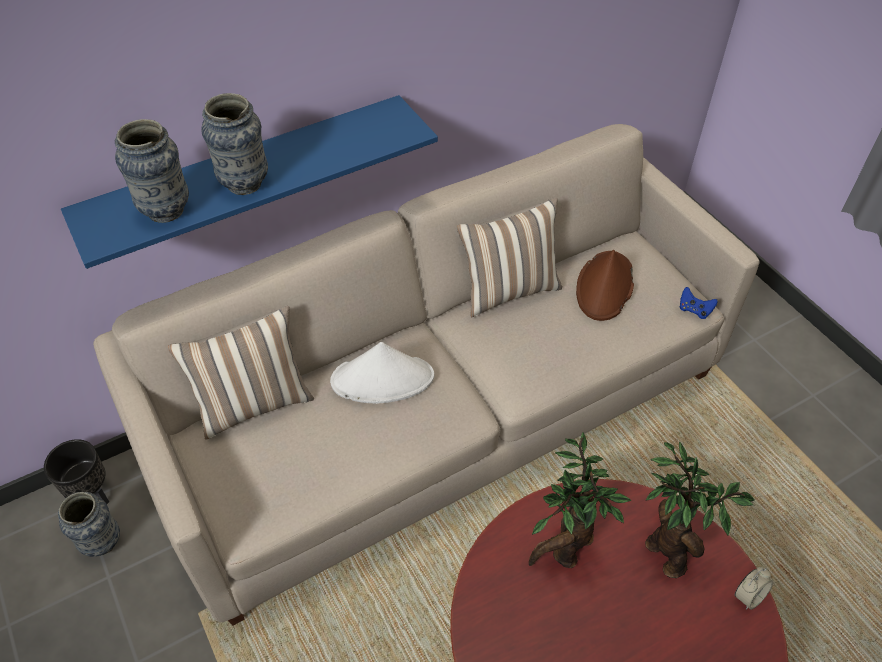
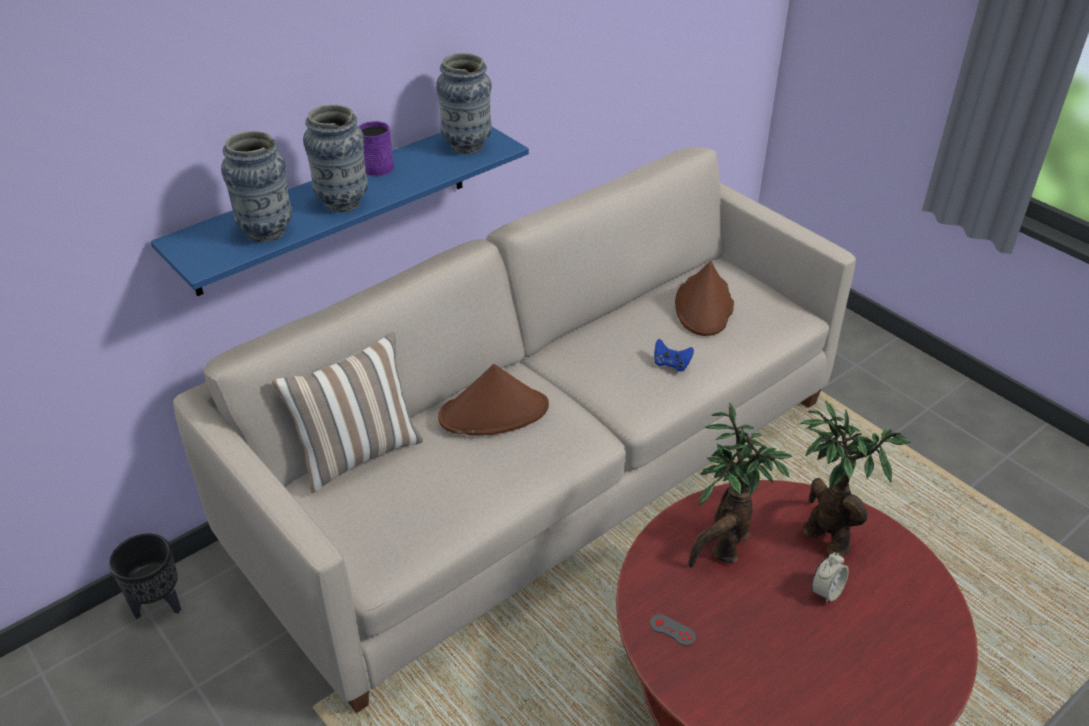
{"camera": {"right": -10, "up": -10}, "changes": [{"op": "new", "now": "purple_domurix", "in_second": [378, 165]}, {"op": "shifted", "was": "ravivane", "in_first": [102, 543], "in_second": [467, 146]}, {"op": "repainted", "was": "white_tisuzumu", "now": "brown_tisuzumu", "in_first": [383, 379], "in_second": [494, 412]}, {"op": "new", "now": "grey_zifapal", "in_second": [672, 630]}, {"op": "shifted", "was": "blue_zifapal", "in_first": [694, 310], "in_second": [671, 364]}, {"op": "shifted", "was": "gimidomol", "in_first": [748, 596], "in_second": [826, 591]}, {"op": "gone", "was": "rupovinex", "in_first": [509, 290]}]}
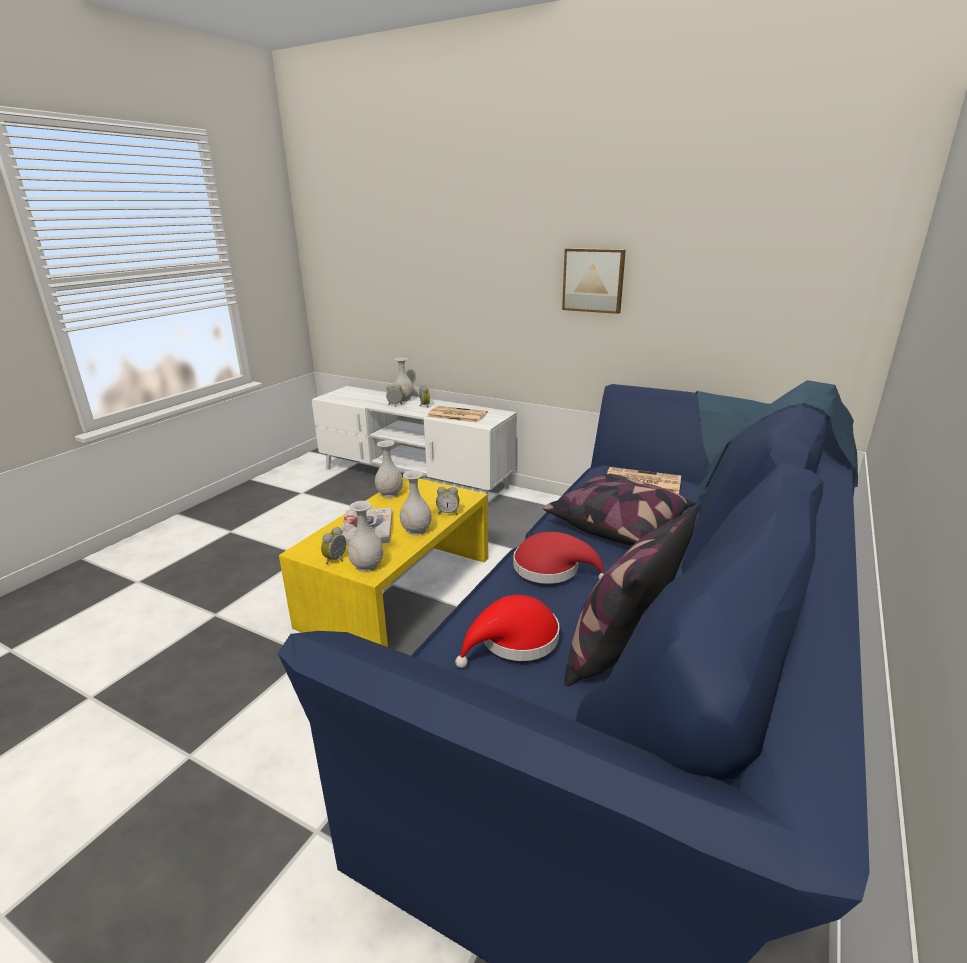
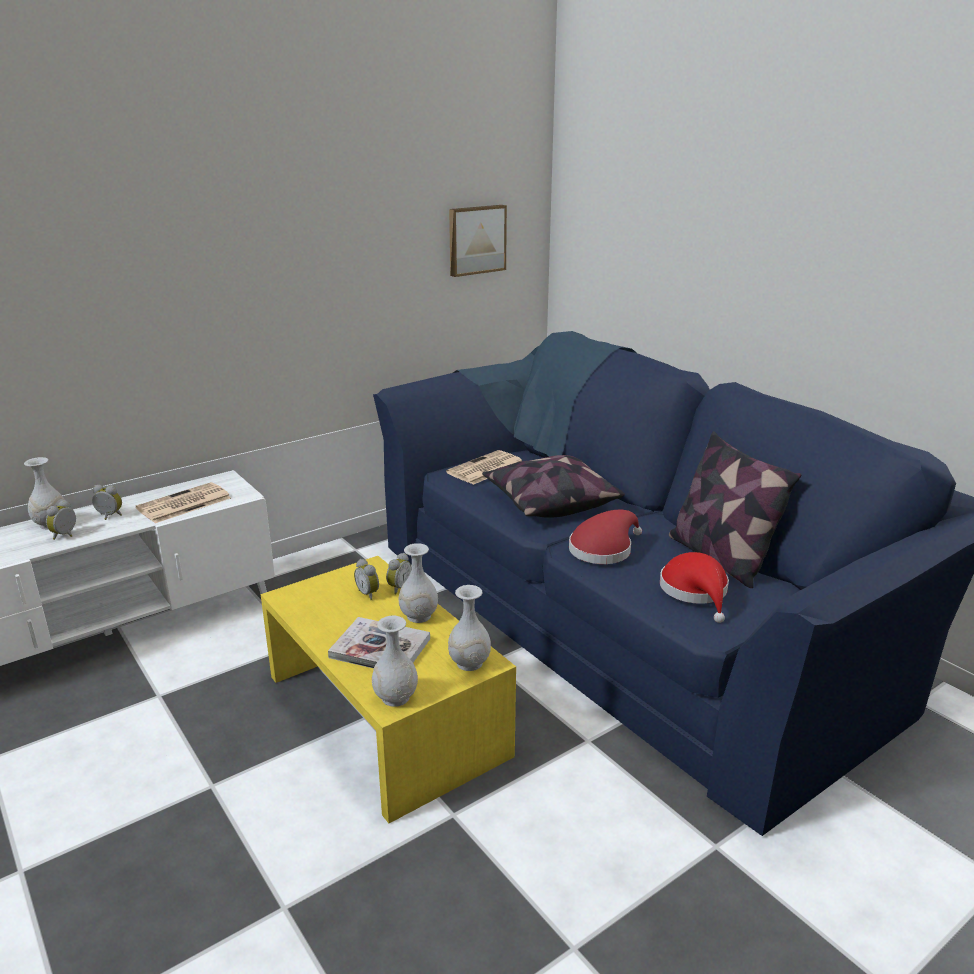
{"camera": {"right": -65, "up": 0}, "changes": [{"op": "shifted", "was": "gimidomol", "in_first": [337, 560], "in_second": [369, 594]}, {"op": "shifted", "was": "white_ravivane", "in_first": [390, 494], "in_second": [396, 697]}, {"op": "shifted", "was": "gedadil", "in_first": [593, 280], "in_second": [476, 240]}]}
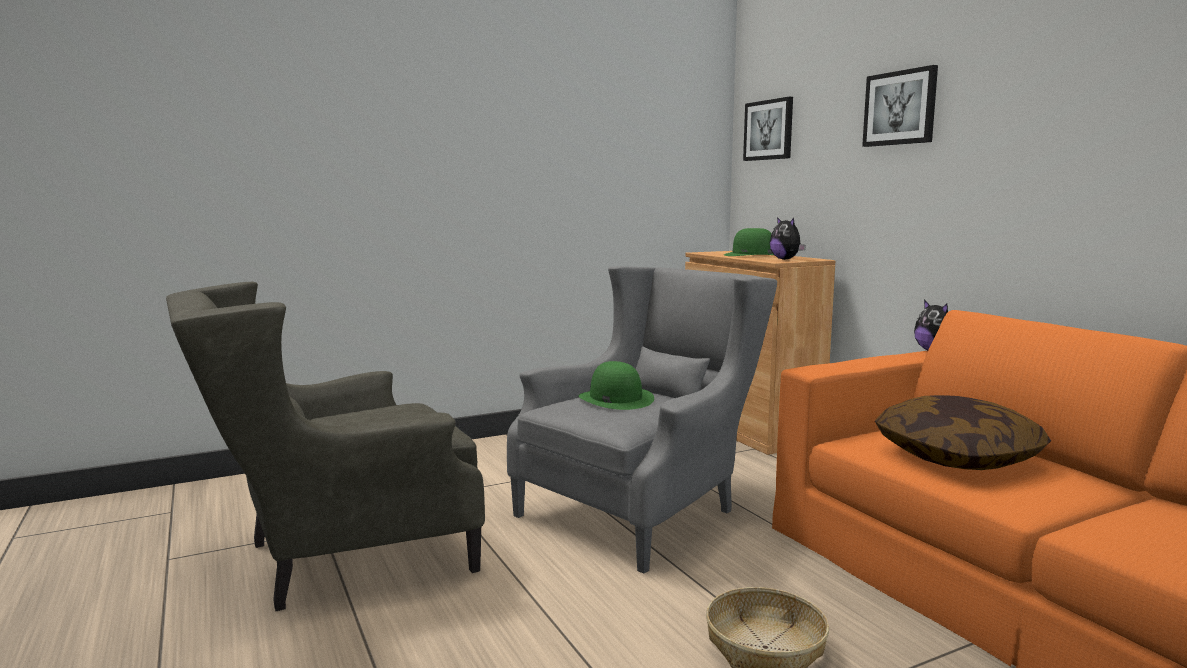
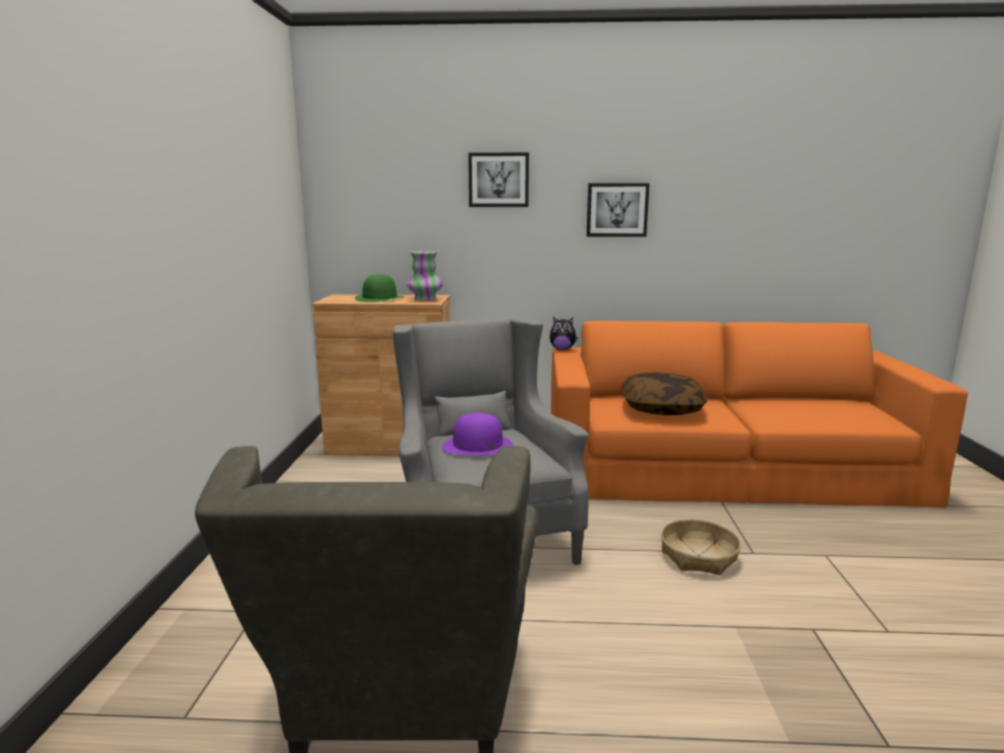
{"camera": {"right": -60, "up": 5}, "changes": [{"op": "swapped", "was": "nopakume", "now": "ravivane", "in_first": [786, 259], "in_second": [425, 299]}, {"op": "repainted", "was": "green_tisuzumu", "now": "purple_tisuzumu", "in_first": [615, 399], "in_second": [477, 446]}, {"op": "shifted", "was": "gedadil", "in_first": [769, 130], "in_second": [617, 210]}]}
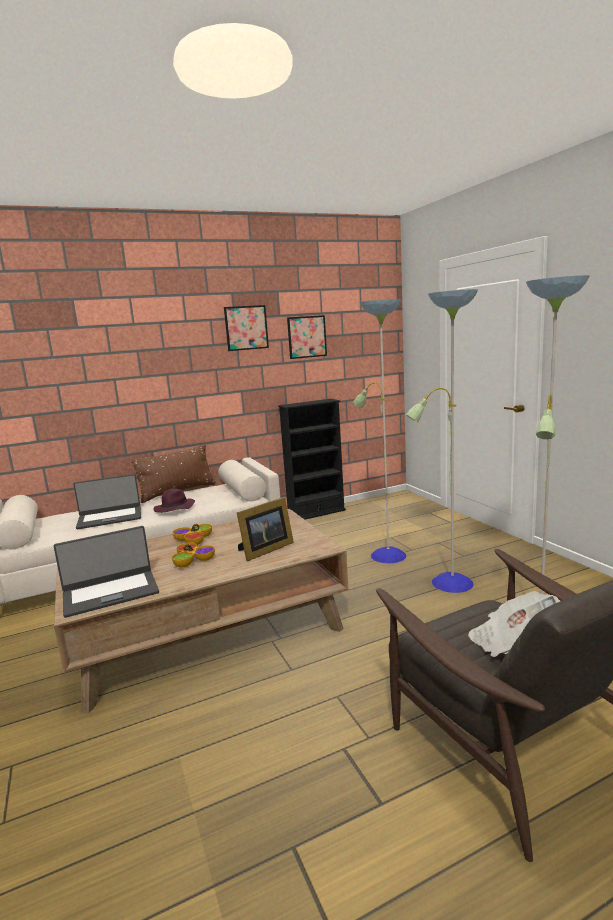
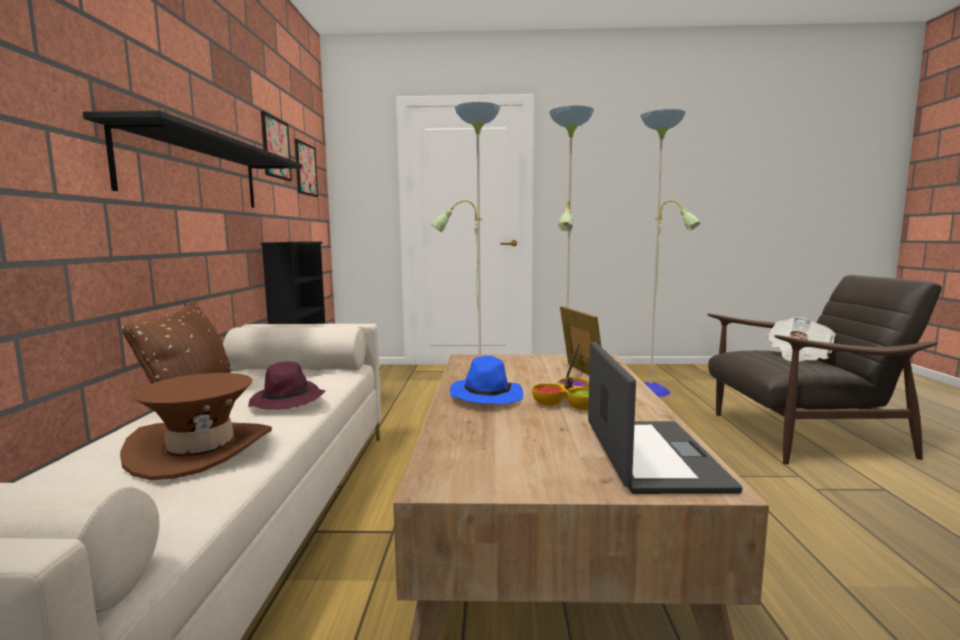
{"camera": {"right": -65, "up": -5}, "changes": [{"op": "new", "now": "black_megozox", "in_second": [195, 173]}, {"op": "swapped", "was": "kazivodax", "now": "brown_tisuzumu", "in_first": [110, 518], "in_second": [201, 449]}, {"op": "shifted", "was": "gedadil", "in_first": [246, 328], "in_second": [305, 169]}, {"op": "swapped", "was": "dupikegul", "now": "blue_tisuzumu", "in_first": [194, 540], "in_second": [486, 397]}]}
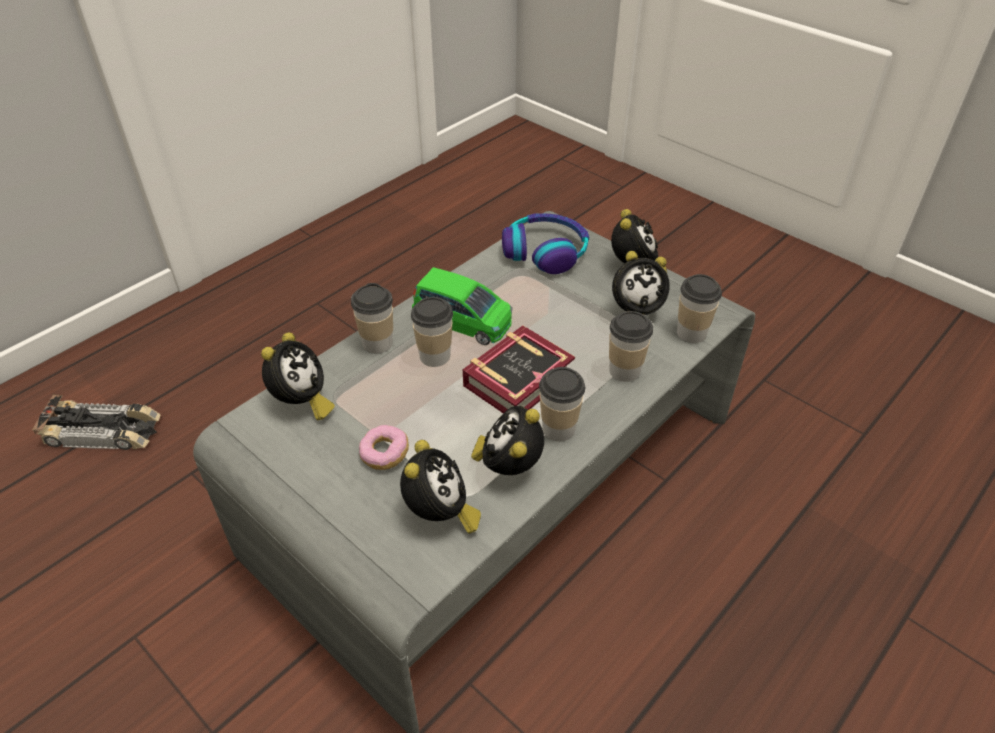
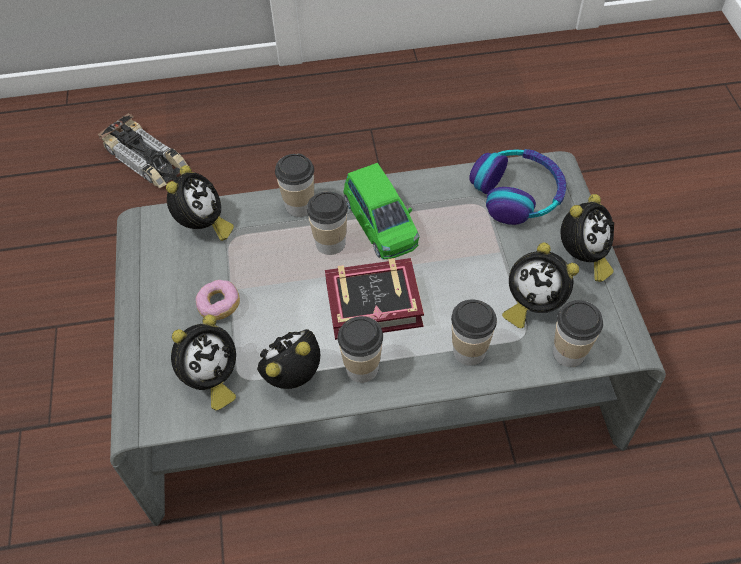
{"camera": {"right": 40, "up": 10}, "changes": [{"op": "rotated", "was": "gimidomol", "in_first": [301, 403], "in_second": [203, 226], "clockwise": -45}]}
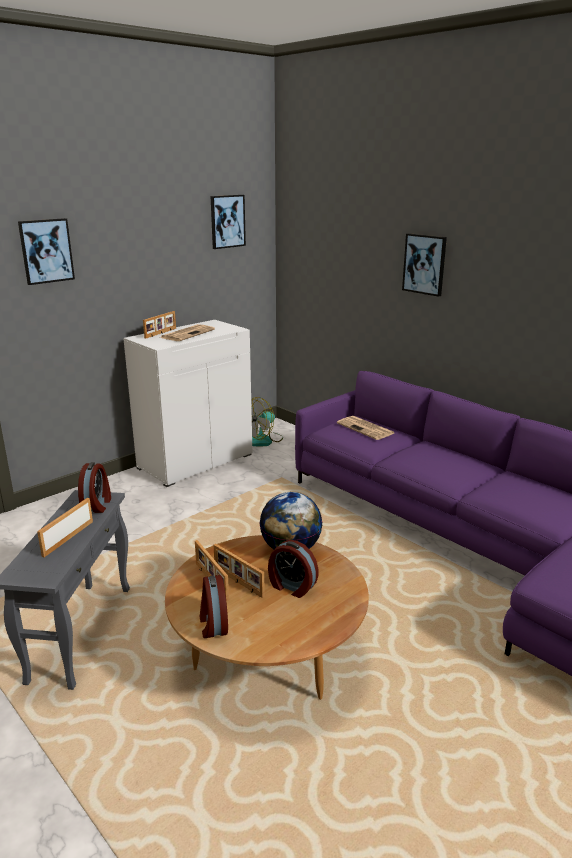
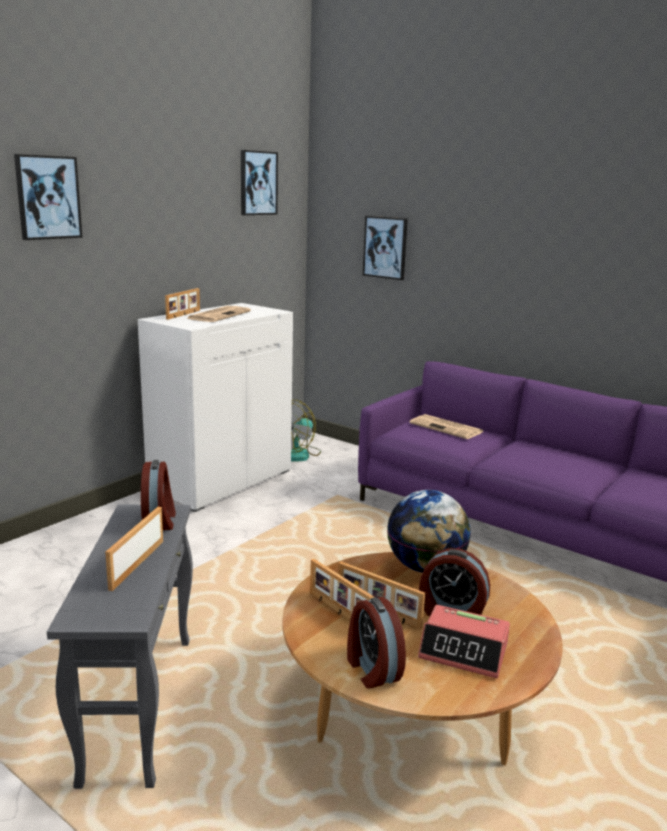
{"camera": {"right": -10, "up": -5}, "changes": [{"op": "shifted", "was": "gedadil", "in_first": [424, 264], "in_second": [385, 247]}, {"op": "new", "now": "gimidomol", "in_second": [464, 651]}]}
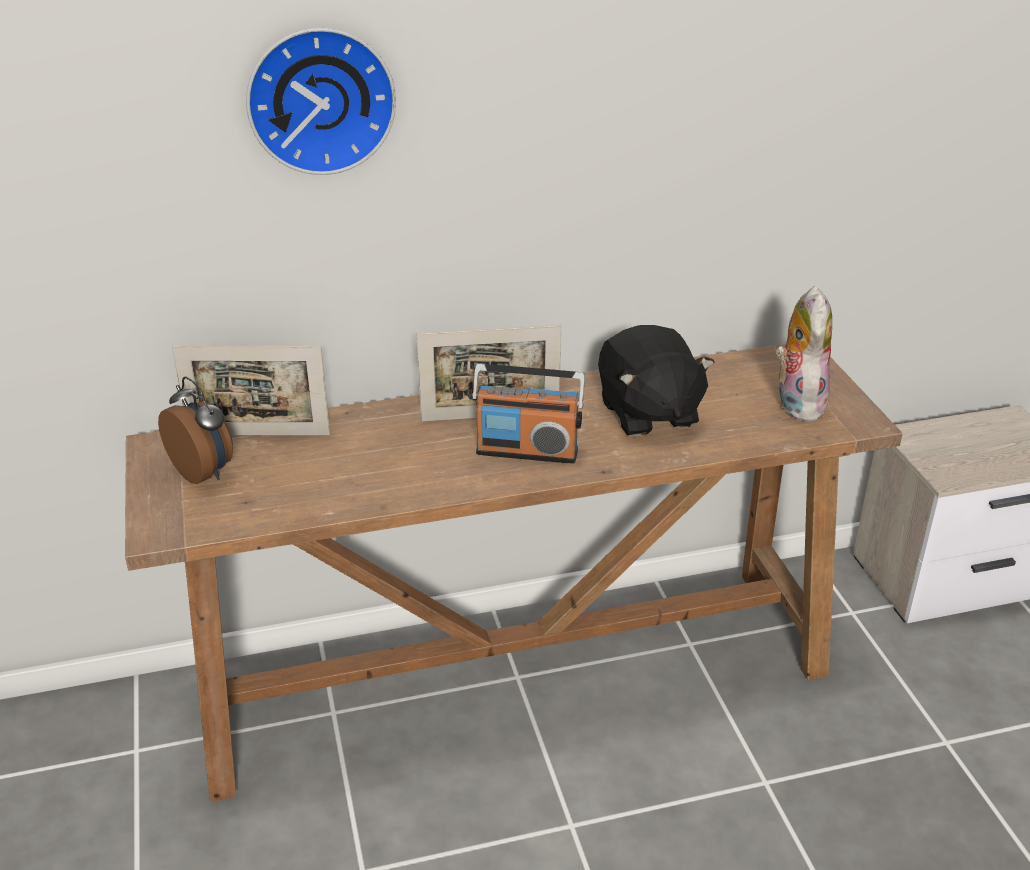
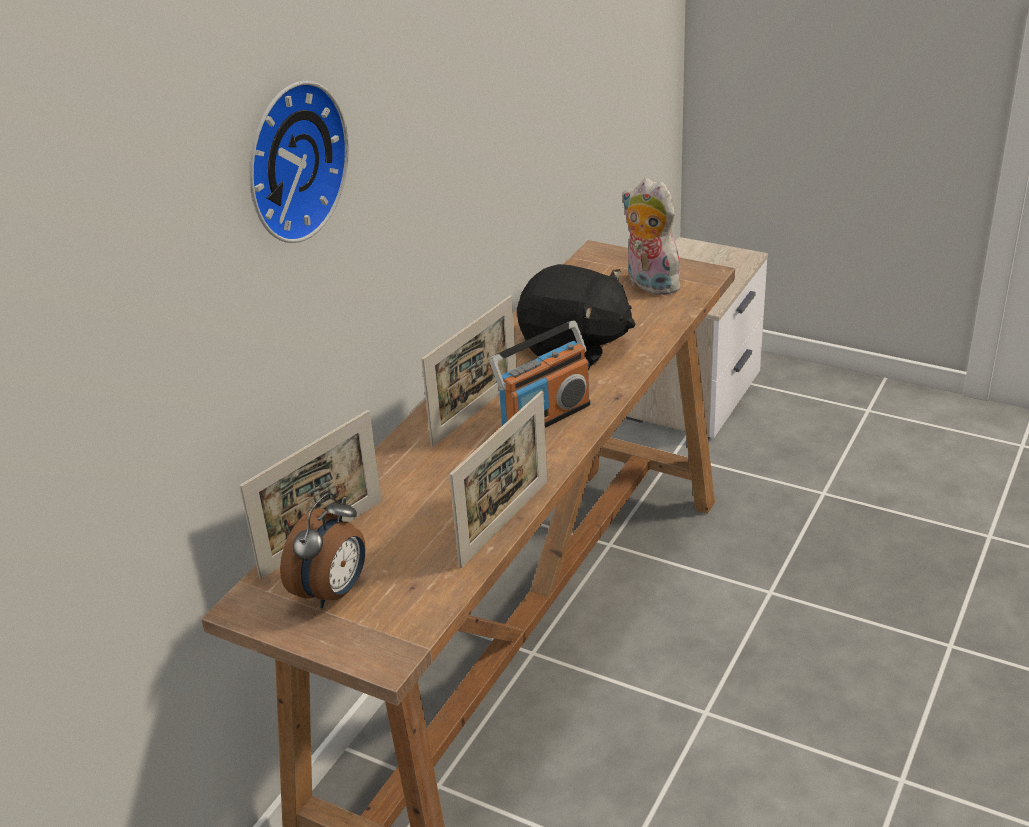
{"camera": {"right": -45, "up": 0}, "changes": [{"op": "rotated", "was": "gimidomol", "in_first": [204, 471], "in_second": [333, 592], "clockwise": 120}, {"op": "new", "now": "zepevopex", "in_second": [504, 523]}]}
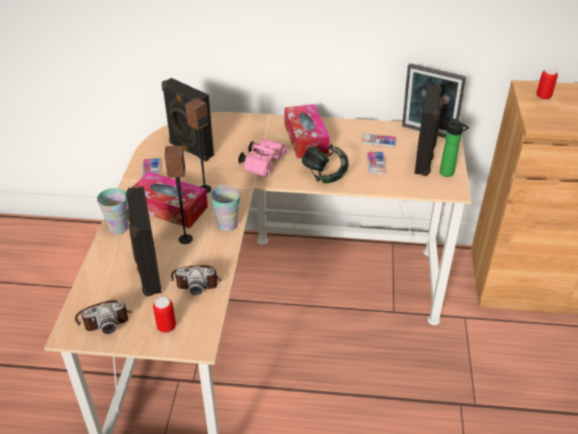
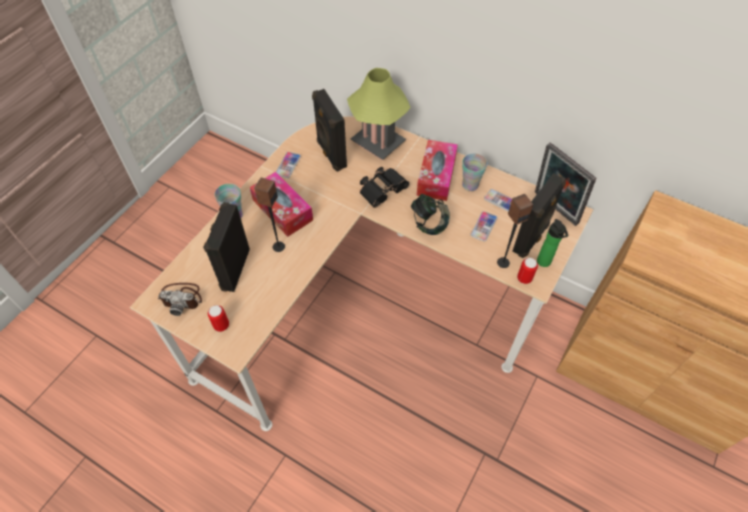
{"camera": {"right": 25, "up": 15}, "changes": [{"op": "new", "now": "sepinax", "in_second": [378, 143]}, {"op": "repainted", "was": "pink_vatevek", "now": "black_vatevek", "in_first": [263, 164], "in_second": [383, 191]}, {"op": "shifted", "was": "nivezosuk", "in_first": [227, 225], "in_second": [470, 185]}, {"op": "shifted", "was": "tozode", "in_first": [204, 189], "in_second": [503, 262]}, {"op": "shifted", "was": "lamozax", "in_first": [543, 97], "in_second": [524, 278]}, {"op": "gone", "was": "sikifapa", "in_first": [196, 280]}]}
